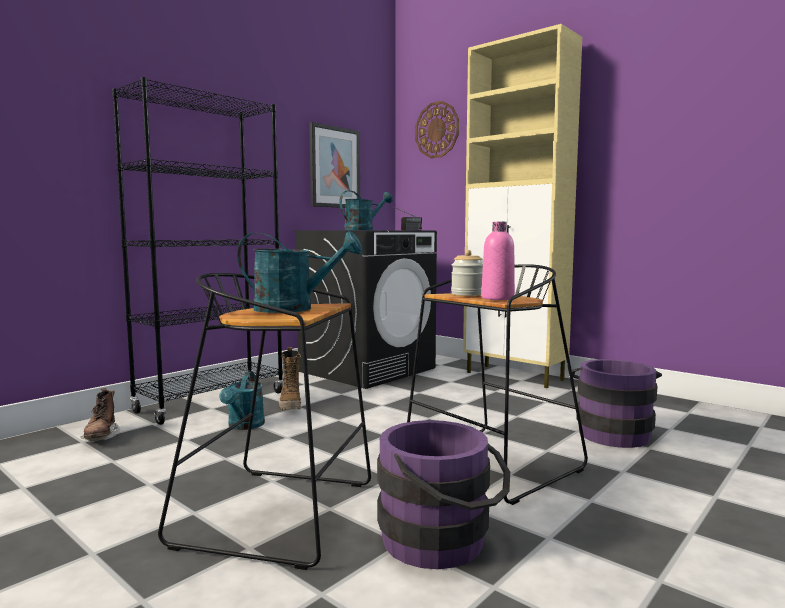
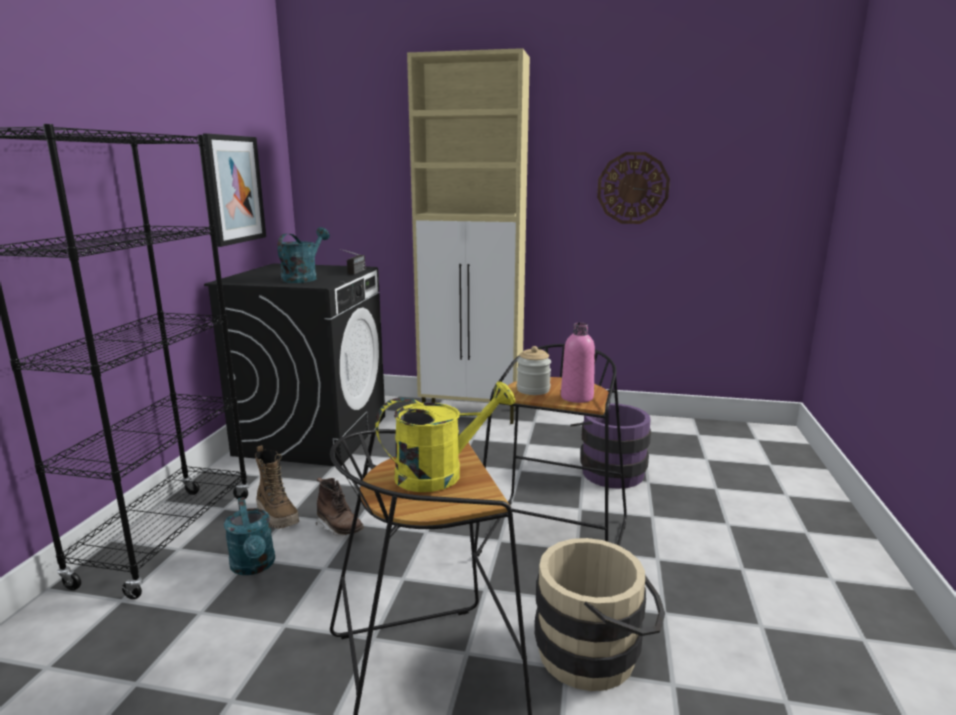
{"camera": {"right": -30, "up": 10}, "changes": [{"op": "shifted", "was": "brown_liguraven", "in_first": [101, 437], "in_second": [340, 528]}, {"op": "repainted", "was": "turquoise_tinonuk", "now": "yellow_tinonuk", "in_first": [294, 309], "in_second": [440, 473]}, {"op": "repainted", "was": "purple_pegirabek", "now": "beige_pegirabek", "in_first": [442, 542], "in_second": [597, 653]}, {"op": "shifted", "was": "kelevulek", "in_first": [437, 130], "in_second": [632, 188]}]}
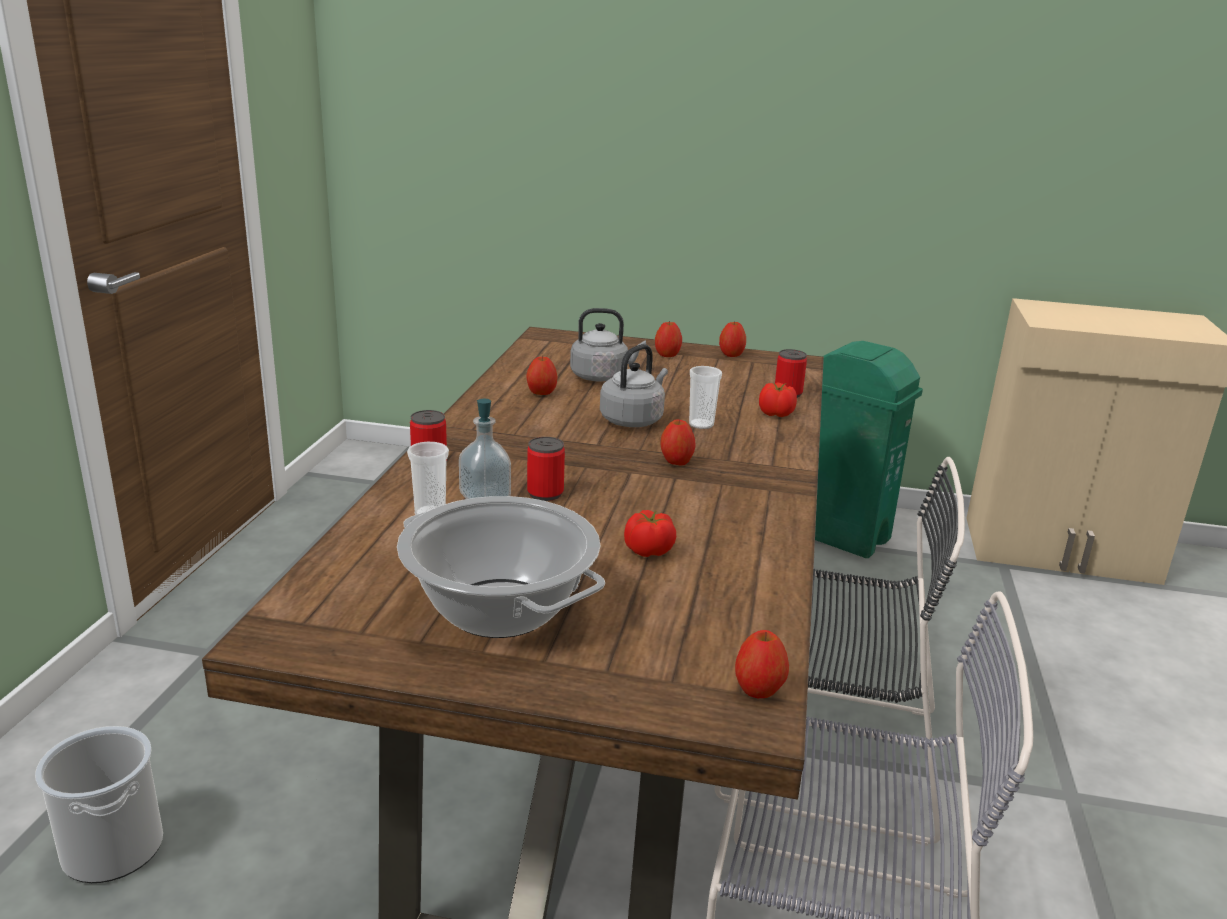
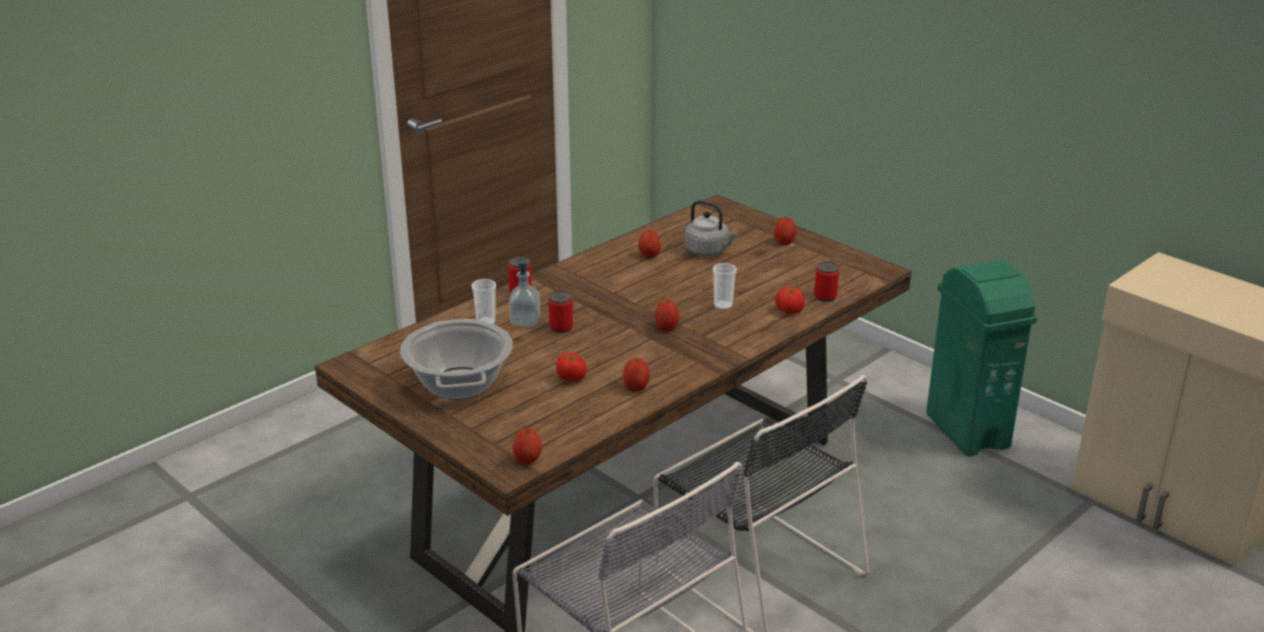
{"camera": {"right": 35, "up": 5}, "changes": [{"op": "shifted", "was": "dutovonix", "in_first": [731, 354], "in_second": [636, 387]}, {"op": "gone", "was": "pegirabek", "in_first": [113, 848]}, {"op": "gone", "was": "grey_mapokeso", "in_first": [633, 420]}]}
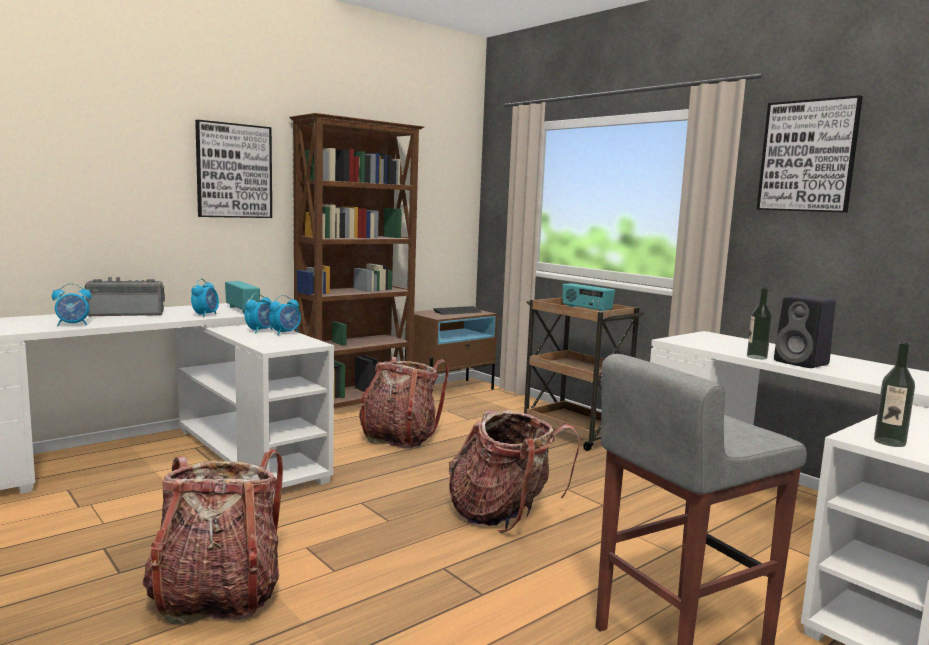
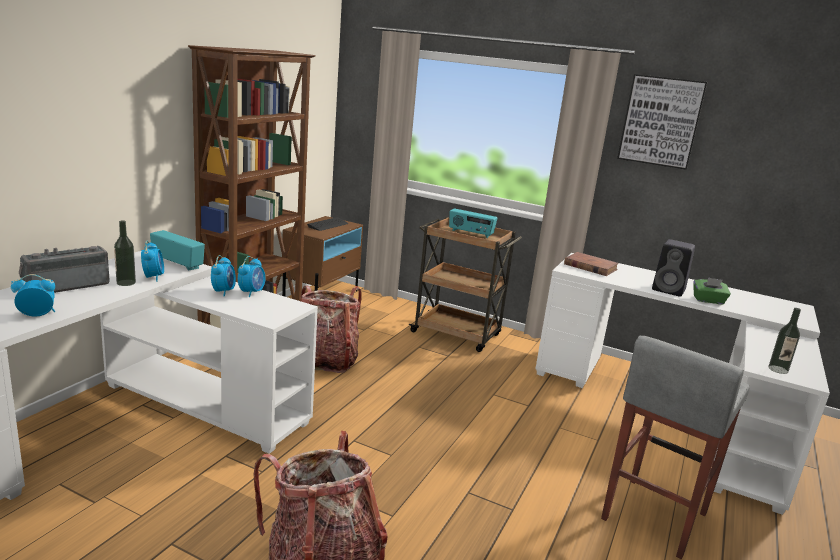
{"camera": {"right": -25, "up": 10}, "changes": [{"op": "rotated", "was": "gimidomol", "in_first": [73, 324], "in_second": [37, 314], "clockwise": -150}, {"op": "shifted", "was": "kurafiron", "in_first": [756, 357], "in_second": [126, 283]}, {"op": "new", "now": "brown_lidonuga", "in_second": [590, 267]}, {"op": "new", "now": "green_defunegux", "in_second": [708, 300]}, {"op": "gone", "was": "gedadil", "in_first": [234, 171]}, {"op": "gone", "was": "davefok", "in_first": [504, 515]}]}
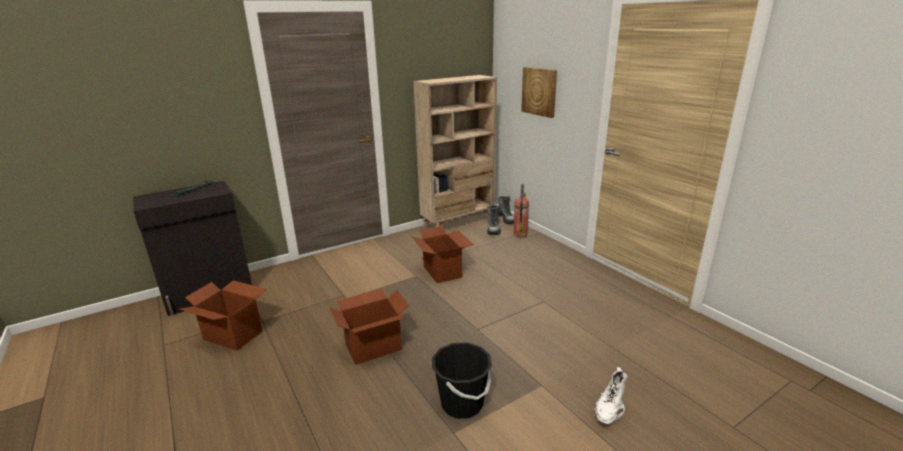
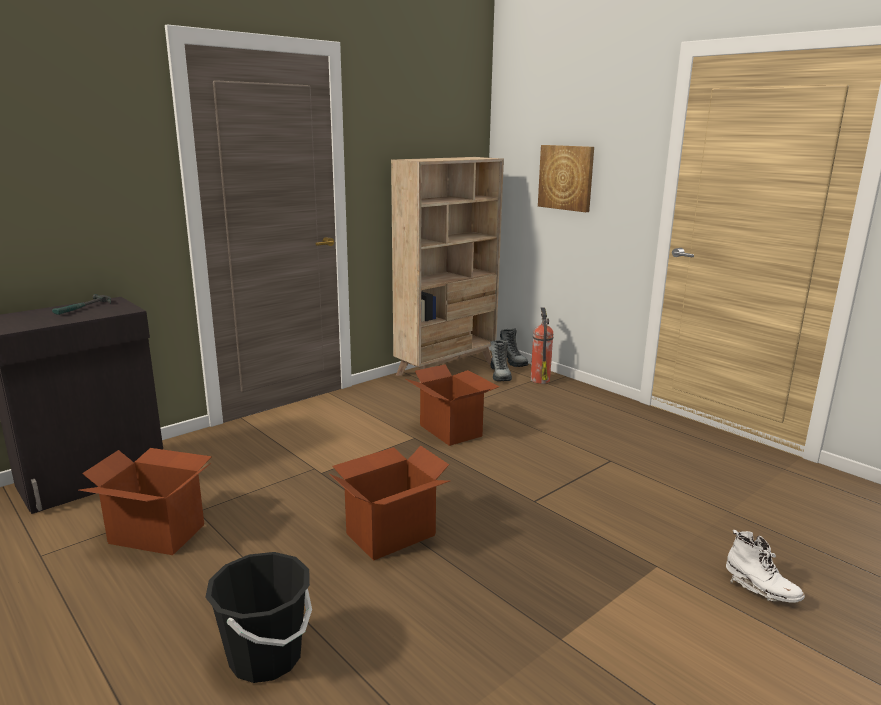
{"camera": {"right": -10, "up": -5}, "changes": [{"op": "shifted", "was": "black_pegirabek", "in_first": [462, 403], "in_second": [266, 657]}, {"op": "rotated", "was": "white_liguraven", "in_first": [609, 411], "in_second": [760, 590], "clockwise": -60}]}
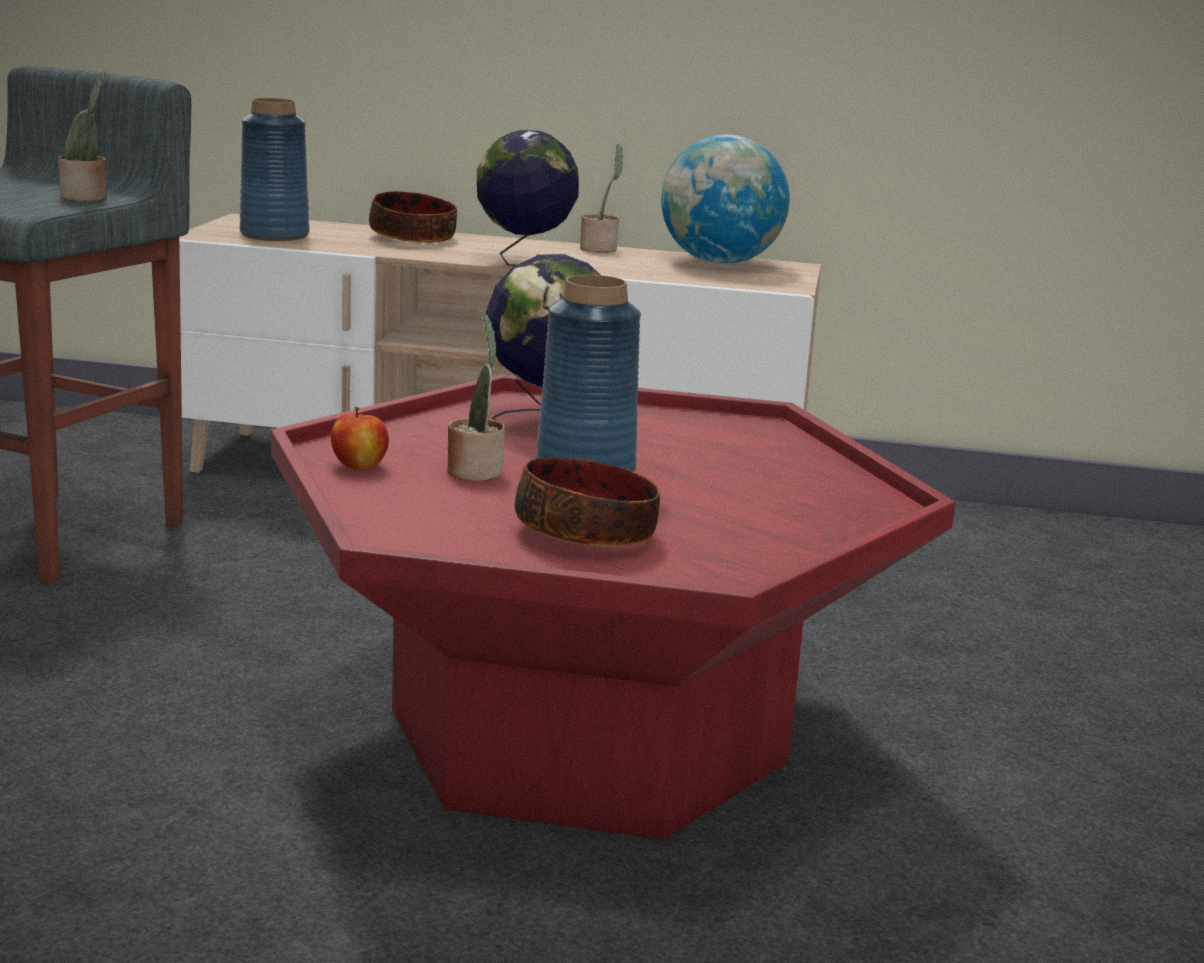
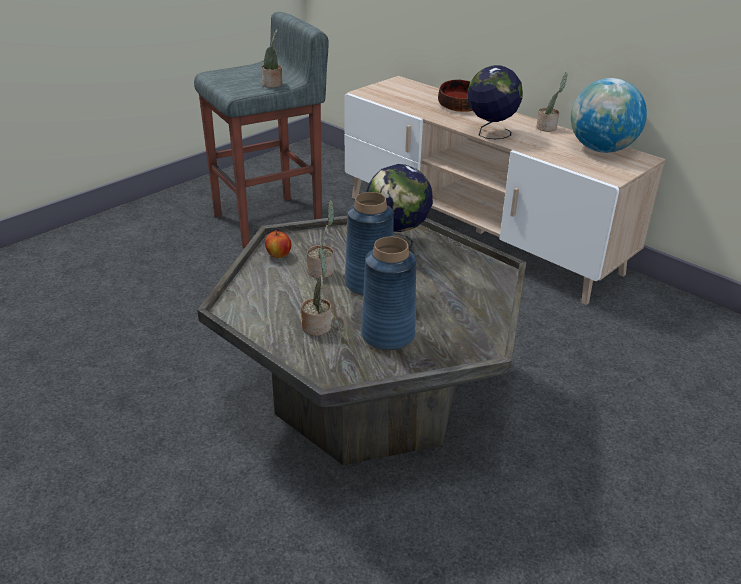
{"camera": {"right": 35, "up": 15}, "changes": [{"op": "repainted", "was": "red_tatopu", "now": "grey_tatopu", "in_first": [587, 734], "in_second": [369, 396]}, {"op": "swapped", "was": "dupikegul", "now": "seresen", "in_first": [587, 534], "in_second": [317, 326]}, {"op": "shifted", "was": "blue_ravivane", "in_first": [274, 235], "in_second": [388, 335]}]}
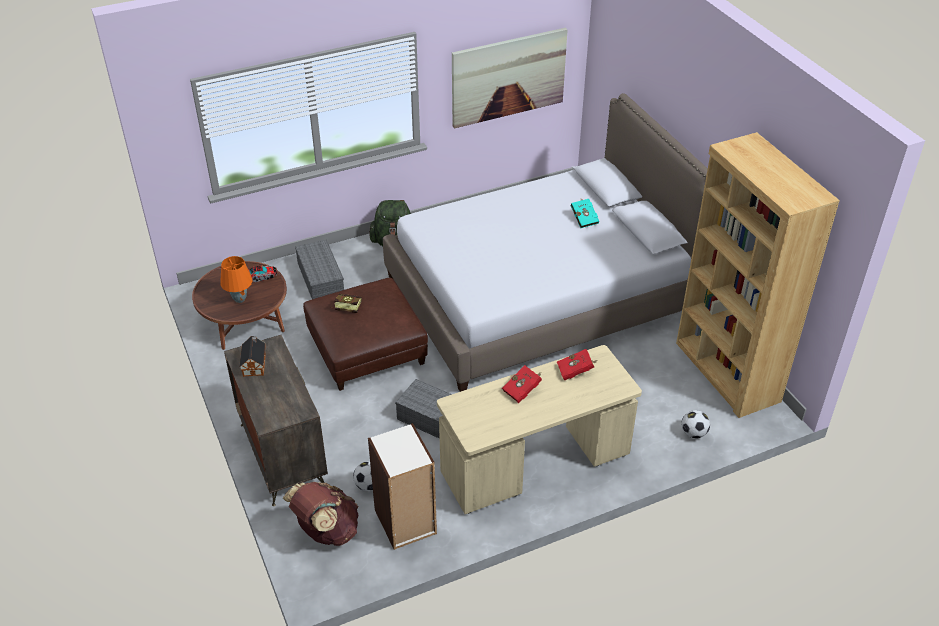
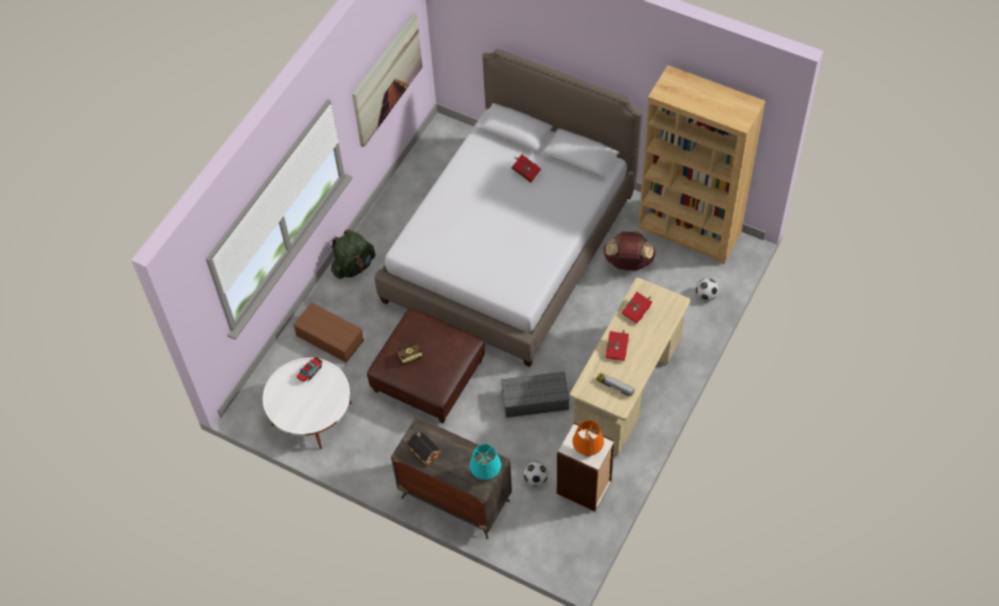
{"camera": {"right": -35, "up": 15}, "changes": [{"op": "repainted", "was": "brown_tatopu", "now": "white_tatopu", "in_first": [245, 321], "in_second": [311, 414]}, {"op": "repainted", "was": "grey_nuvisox", "now": "brown_nuvisox", "in_first": [319, 278], "in_second": [329, 338]}, {"op": "new", "now": "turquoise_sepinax", "in_second": [486, 475]}, {"op": "repainted", "was": "turquoise_lidonuga", "now": "red_lidonuga", "in_first": [584, 219], "in_second": [525, 172]}, {"op": "shifted", "was": "orange_sepinax", "in_first": [239, 299], "in_second": [587, 452]}, {"op": "new", "now": "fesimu", "in_second": [615, 387]}, {"op": "shifted", "was": "brown_davefok", "in_first": [326, 531], "in_second": [628, 263]}]}
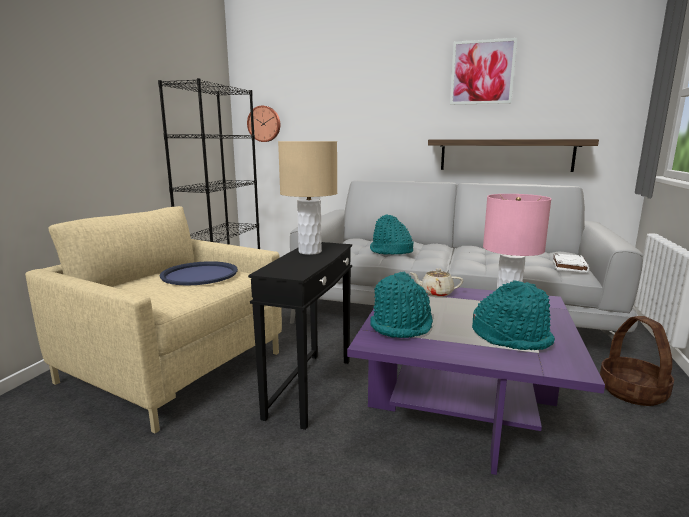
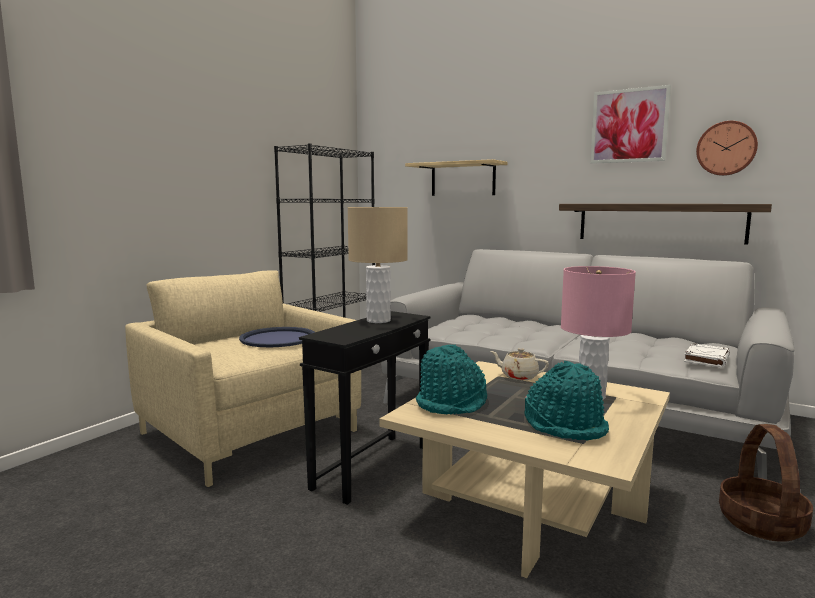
{"camera": {"right": 15, "up": -5}, "changes": [{"op": "repainted", "was": "purple_tatopu", "now": "beige_tatopu", "in_first": [462, 405], "in_second": [529, 506]}, {"op": "new", "now": "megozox", "in_second": [463, 179]}, {"op": "shifted", "was": "kelevulek", "in_first": [264, 124], "in_second": [726, 148]}, {"op": "gone", "was": "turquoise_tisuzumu", "in_first": [390, 251]}]}
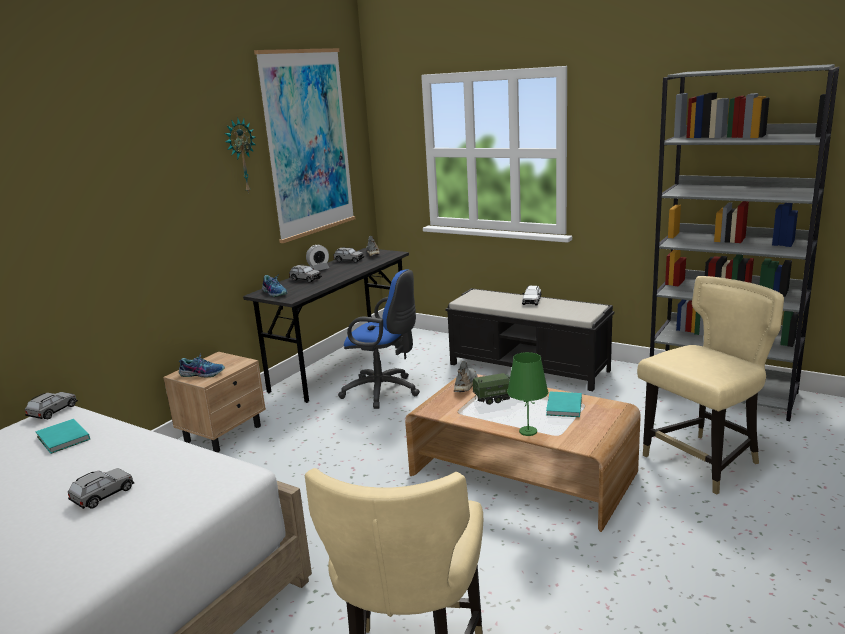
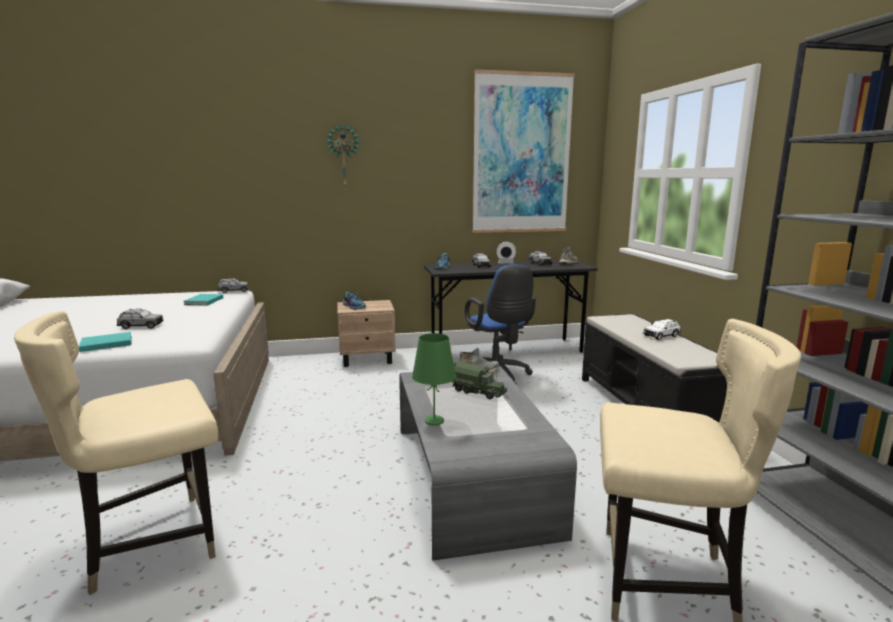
{"camera": {"right": 45, "up": -5}, "changes": [{"op": "shifted", "was": "turquoise_lidonuga", "in_first": [563, 407], "in_second": [105, 344]}, {"op": "shifted", "was": "kelevulek", "in_first": [240, 156], "in_second": [343, 156]}, {"op": "repainted", "was": "brown_tatopu", "now": "grey_tatopu", "in_first": [522, 473], "in_second": [471, 477]}]}
